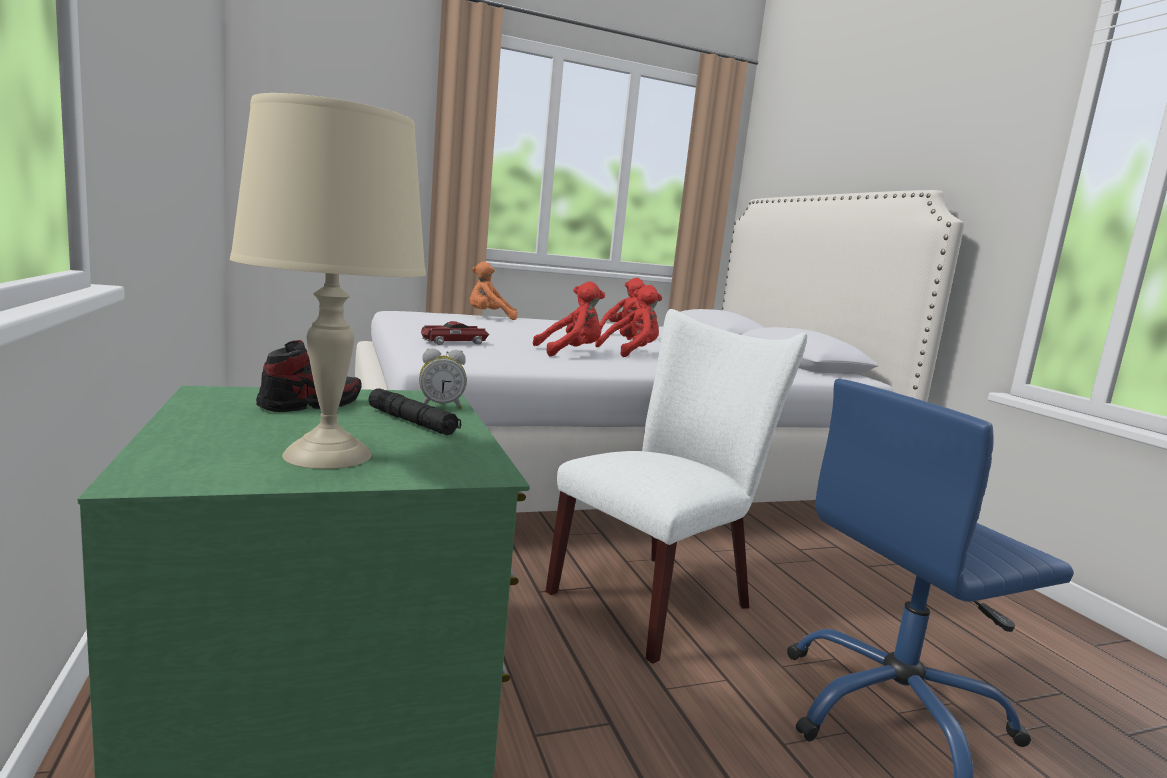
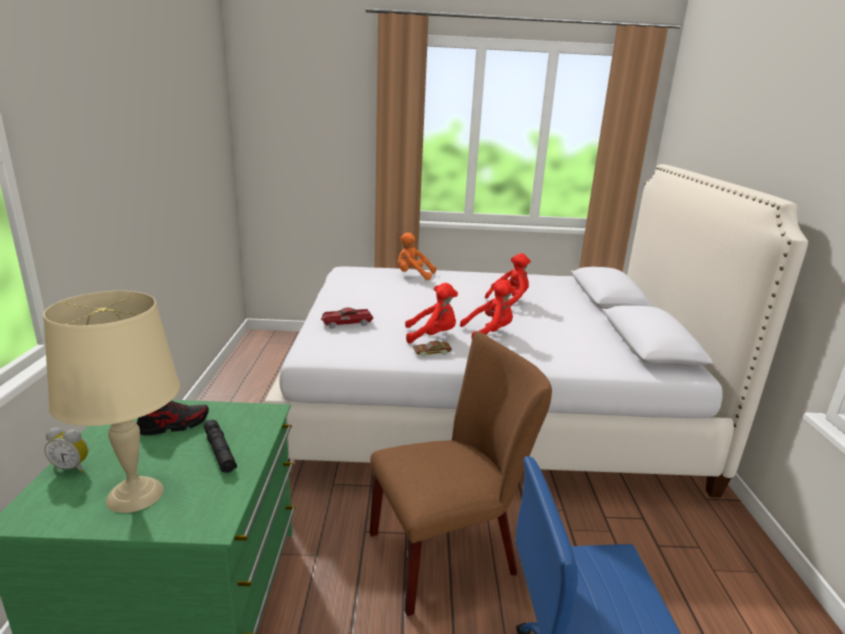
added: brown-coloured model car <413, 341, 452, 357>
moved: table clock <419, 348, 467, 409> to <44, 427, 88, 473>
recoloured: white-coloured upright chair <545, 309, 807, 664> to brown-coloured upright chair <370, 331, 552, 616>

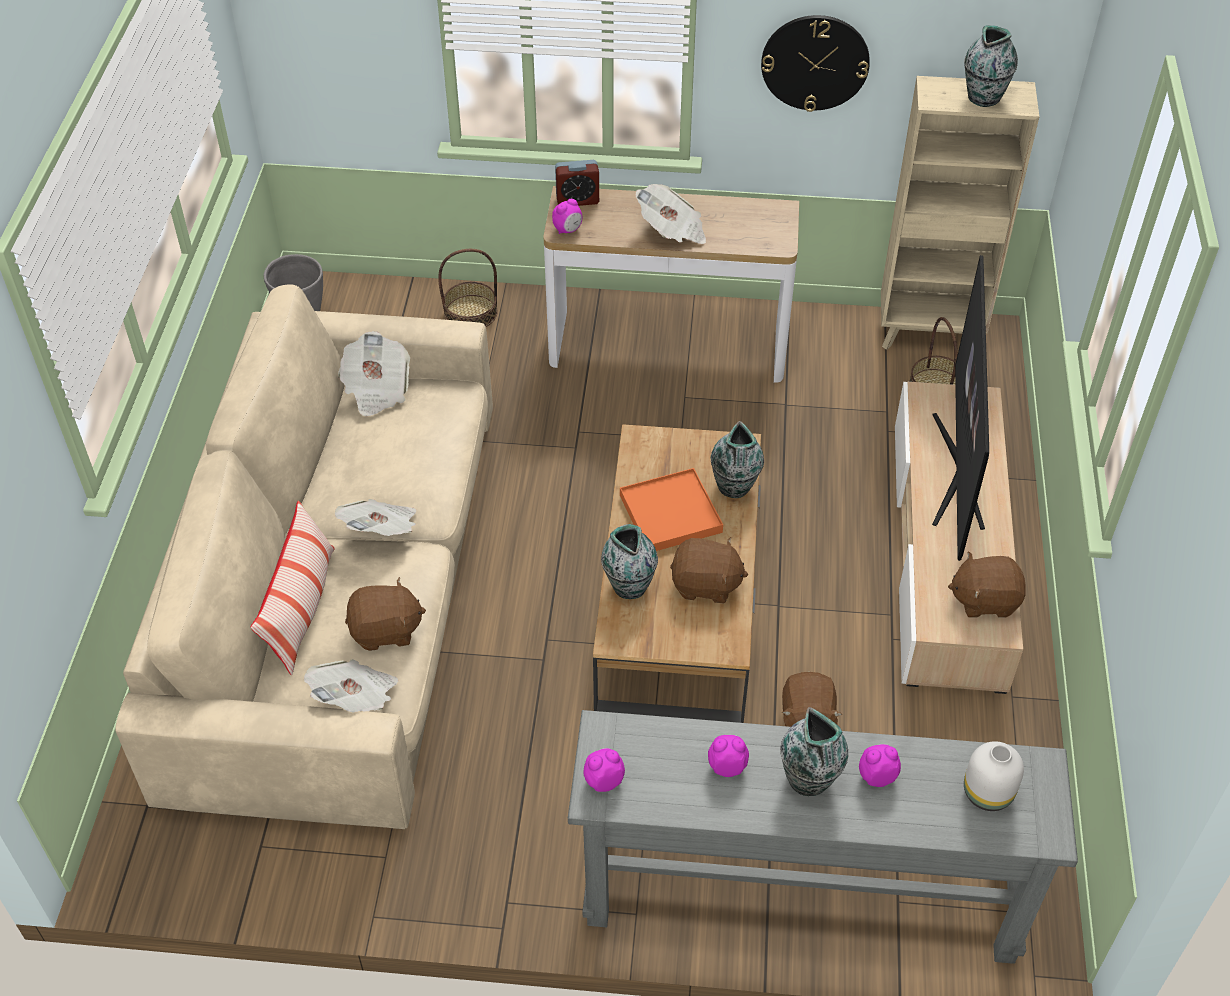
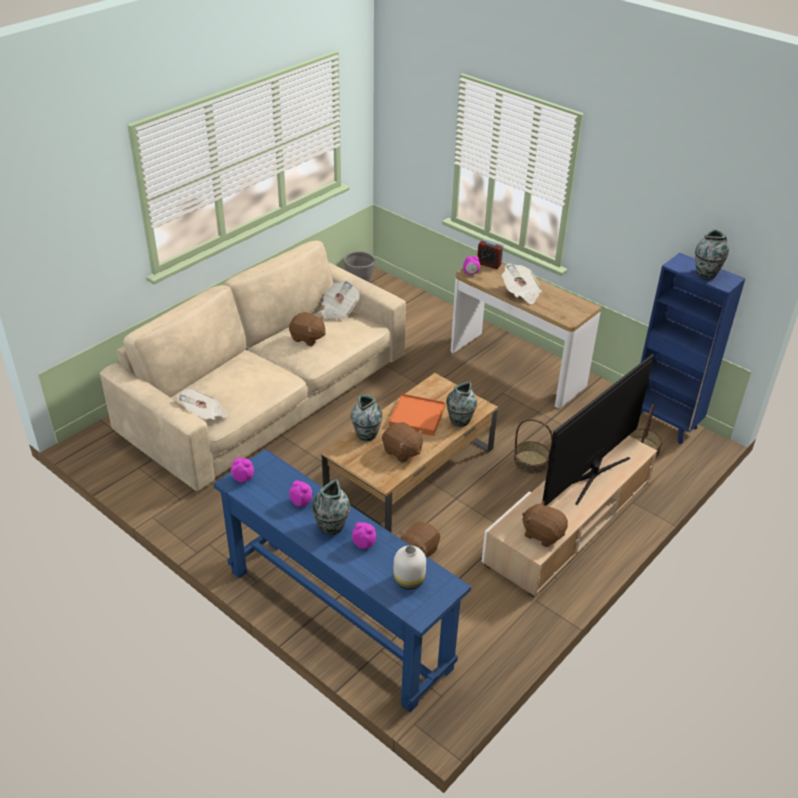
removed: cushion <251, 501, 335, 675>; daily paper <335, 499, 417, 536>; clock on the wall <761, 15, 870, 112>
moved: brown-coloured plush toy <345, 577, 426, 651> to <289, 312, 326, 346>; storage basket <438, 249, 498, 327> to <513, 419, 553, 474>
recoloured: gray hall table <568, 710, 1078, 964> to blue hall table <214, 449, 471, 712>; sand-coloured bookshelf <881, 76, 1039, 350> to blue bookshelf <640, 253, 746, 444>

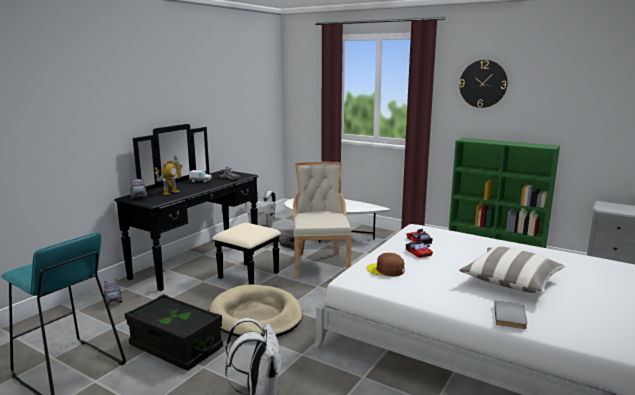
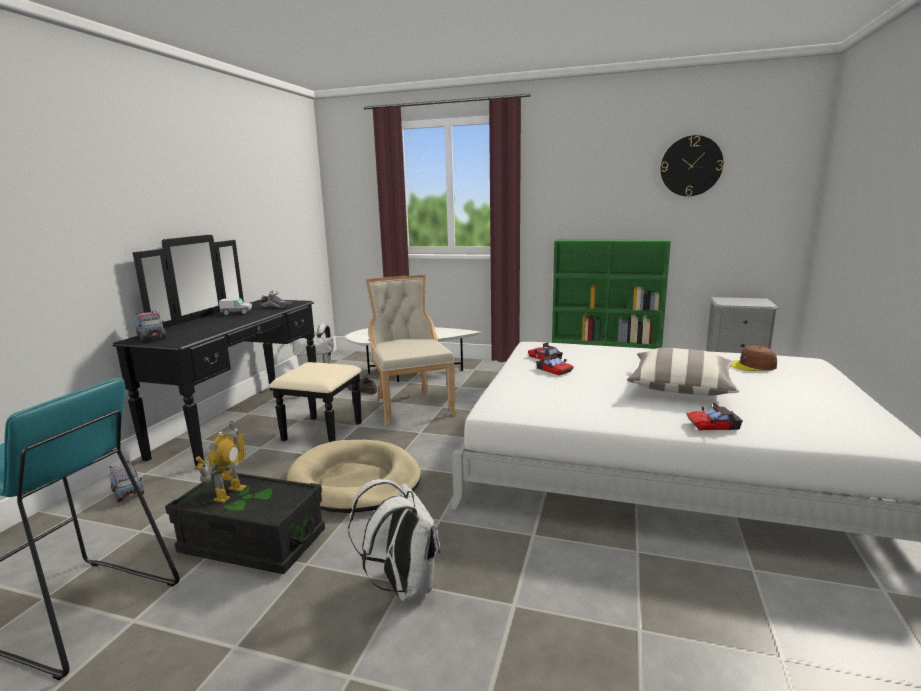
moved: toy robot <154, 156, 183, 195> to <196, 421, 247, 503>; clock on the wall <459, 60, 508, 108> to <660, 135, 723, 196>; brown-coloured peaked cap <367, 253, 405, 276> to <732, 346, 777, 371>
replaced: gray bound book <494, 301, 527, 329> to model car <686, 402, 743, 430>

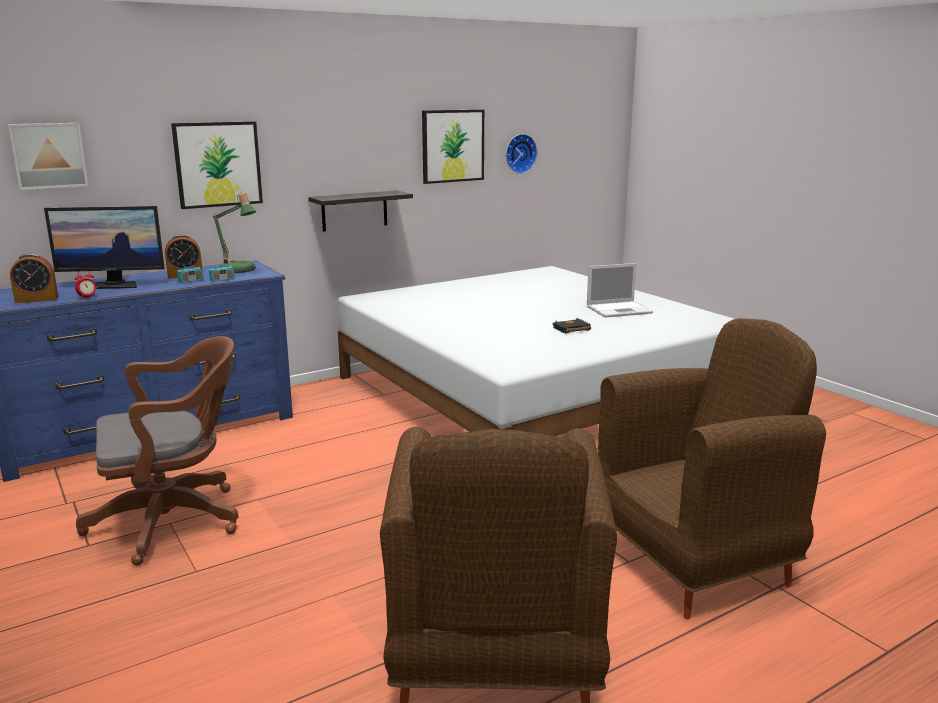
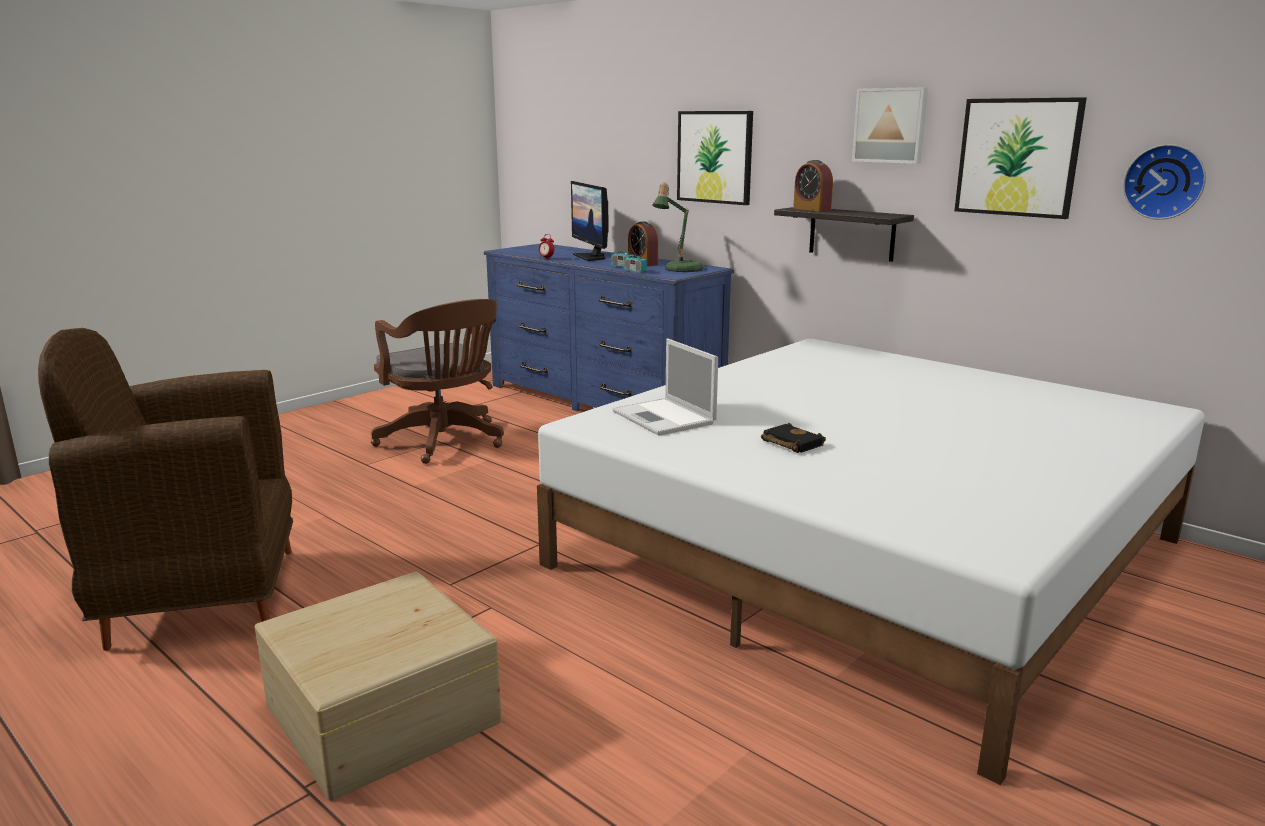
moved: portable computer <587, 263, 653, 318> to <613, 338, 718, 436>; table clock <10, 253, 58, 303> to <793, 160, 833, 212>; picture <8, 123, 89, 190> to <852, 87, 928, 164>
replaced: brown-coloured lounge chair <598, 318, 826, 619> to sand-coloured storage bin <255, 572, 502, 801>

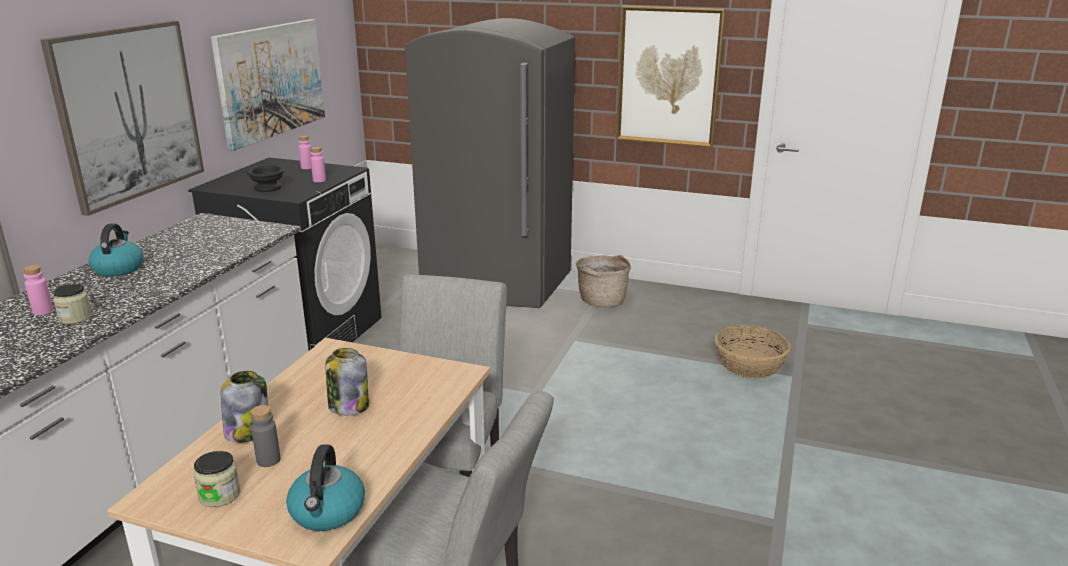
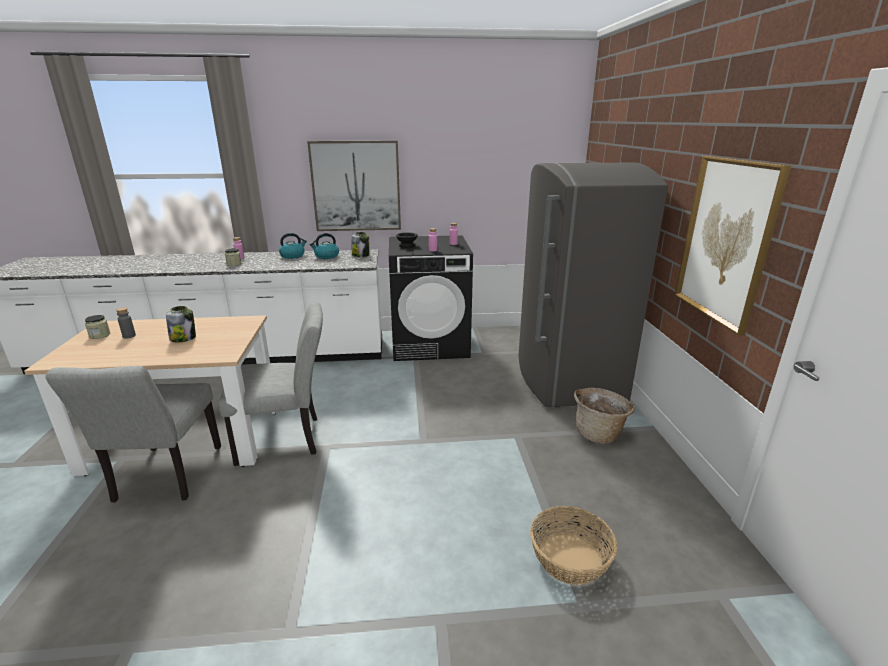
removed: picture <211, 19, 325, 151>
moved: tea kettle <286, 445, 365, 531> to <310, 233, 339, 259>; storage jar <221, 371, 268, 443> to <352, 232, 369, 257>

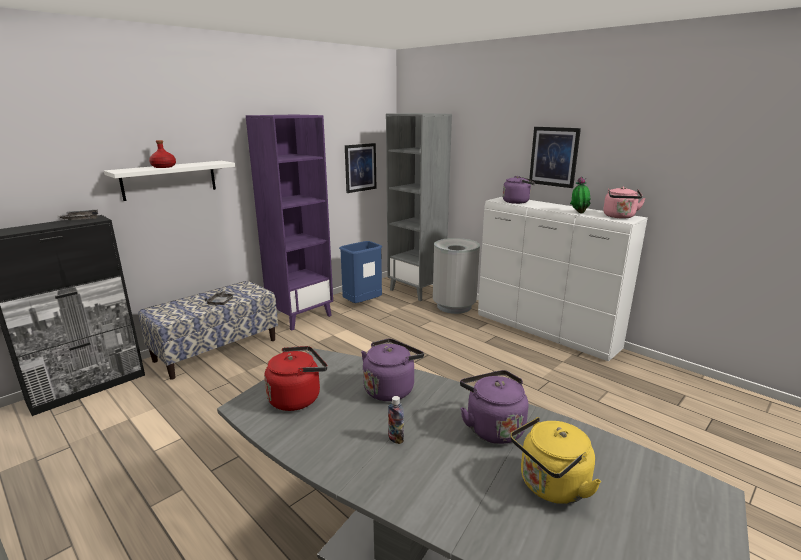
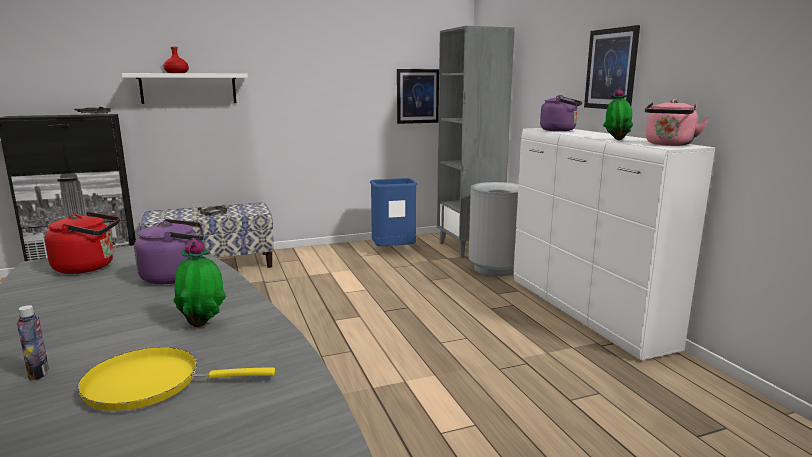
removed: purplish bookshelf <246, 114, 333, 331>
moved: bottle <388, 396, 404, 444> to <17, 305, 49, 381>
replaced: yellowish tea kettle <510, 417, 601, 504> to yellowish skillet <77, 347, 275, 411>; purplish tea kettle <460, 370, 528, 444> to plant in a pot <173, 238, 226, 327>

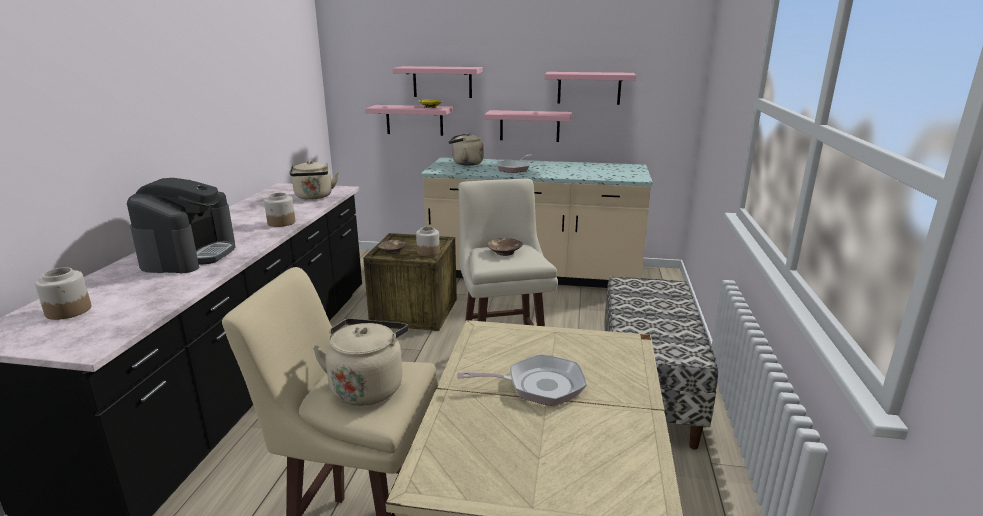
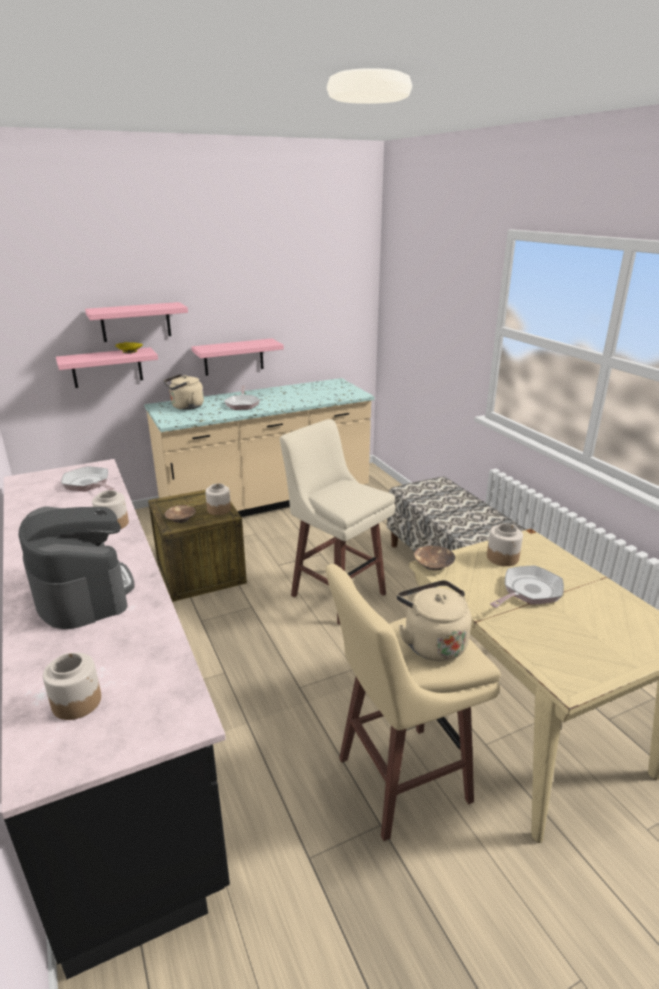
removed: pink-coloured bracket shelf <545, 72, 636, 105>
added: storage jar <487, 523, 523, 566>
moved: brown-coloured deep dish <487, 238, 523, 256> to <414, 545, 455, 571>
replaced: sand-coloured tea kettle <290, 161, 339, 200> to skillet <61, 466, 114, 491>

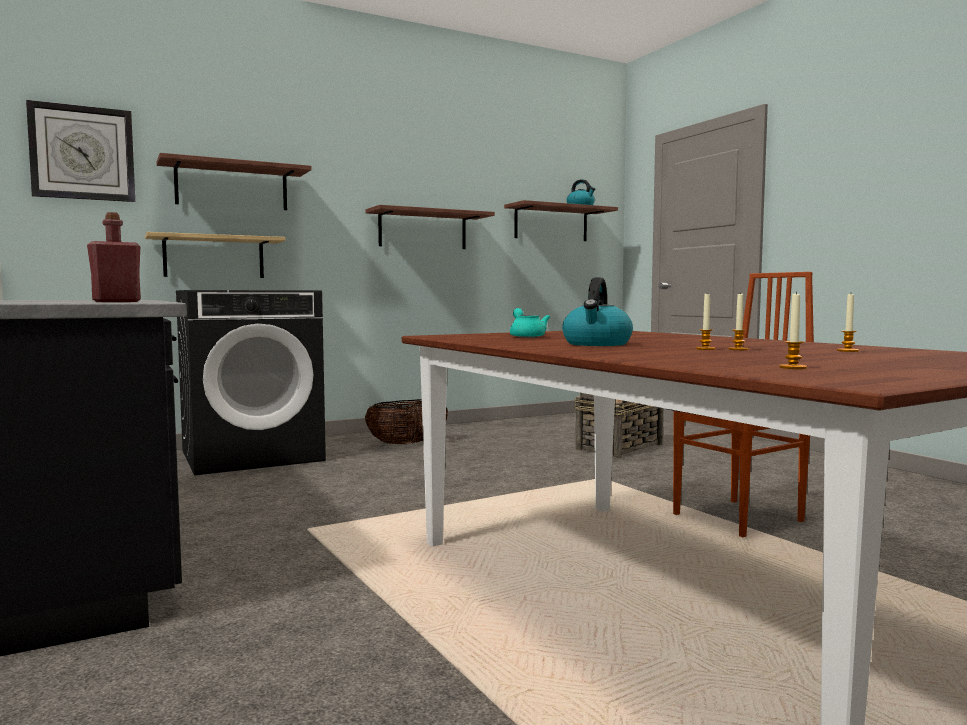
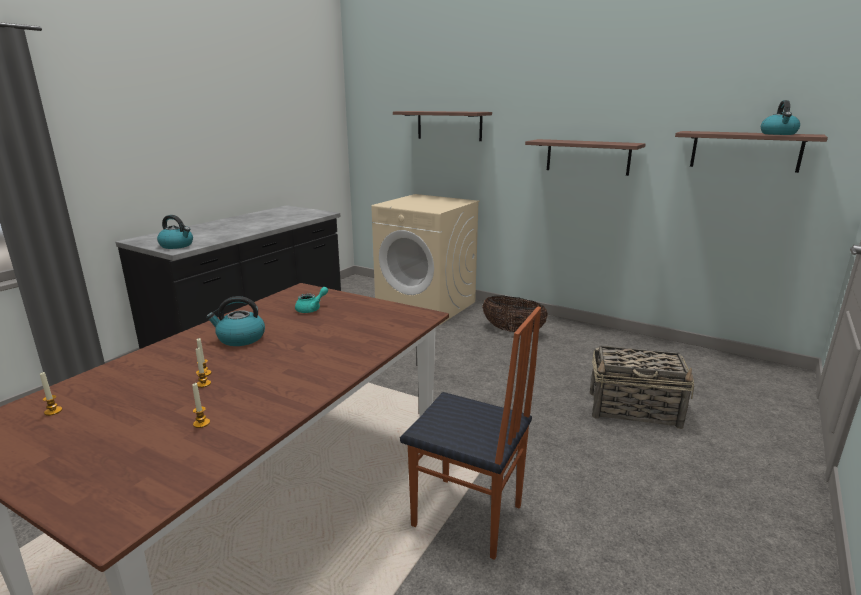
removed: clock on the wall <26, 100, 135, 202>; bracket shelf <145, 232, 286, 278>
replaced: red bottle <87, 212, 141, 302> to tea kettle <157, 215, 193, 249>
recoloured: black washing machine <176, 290, 326, 475> to sand-coloured washing machine <371, 194, 480, 325>

